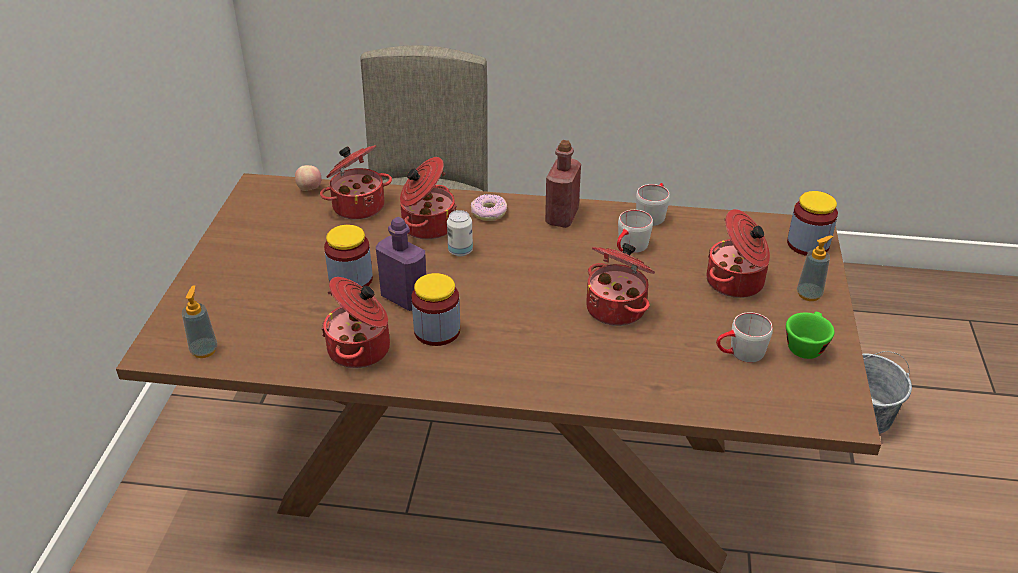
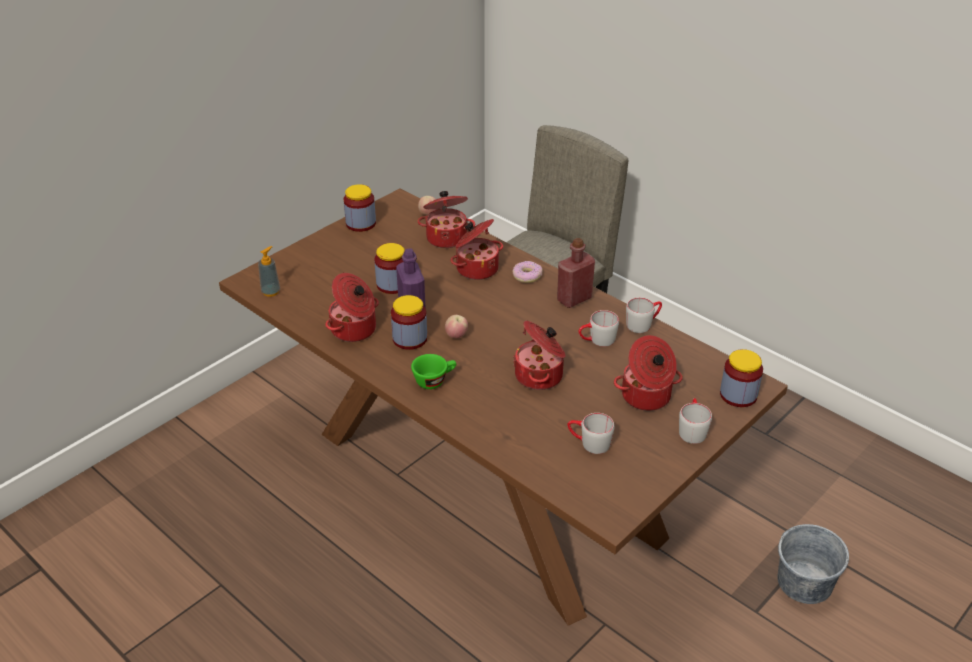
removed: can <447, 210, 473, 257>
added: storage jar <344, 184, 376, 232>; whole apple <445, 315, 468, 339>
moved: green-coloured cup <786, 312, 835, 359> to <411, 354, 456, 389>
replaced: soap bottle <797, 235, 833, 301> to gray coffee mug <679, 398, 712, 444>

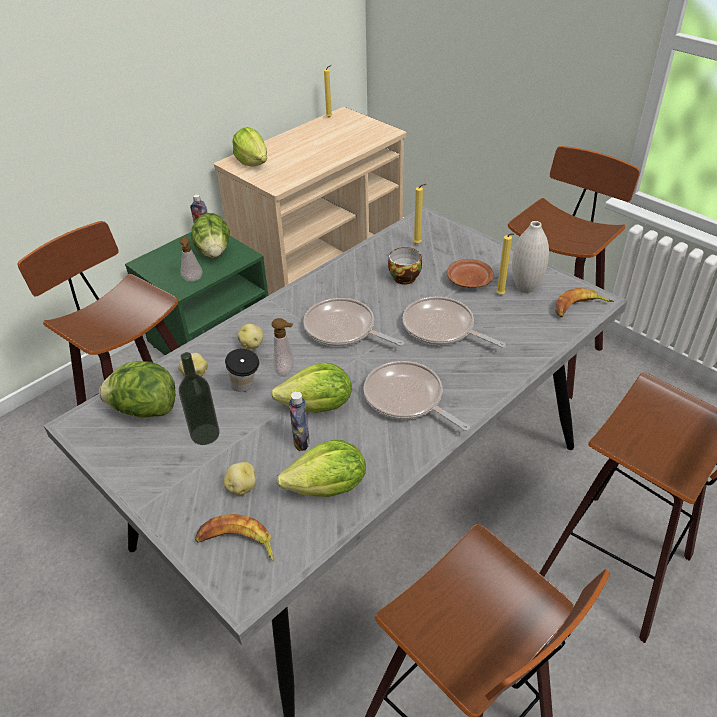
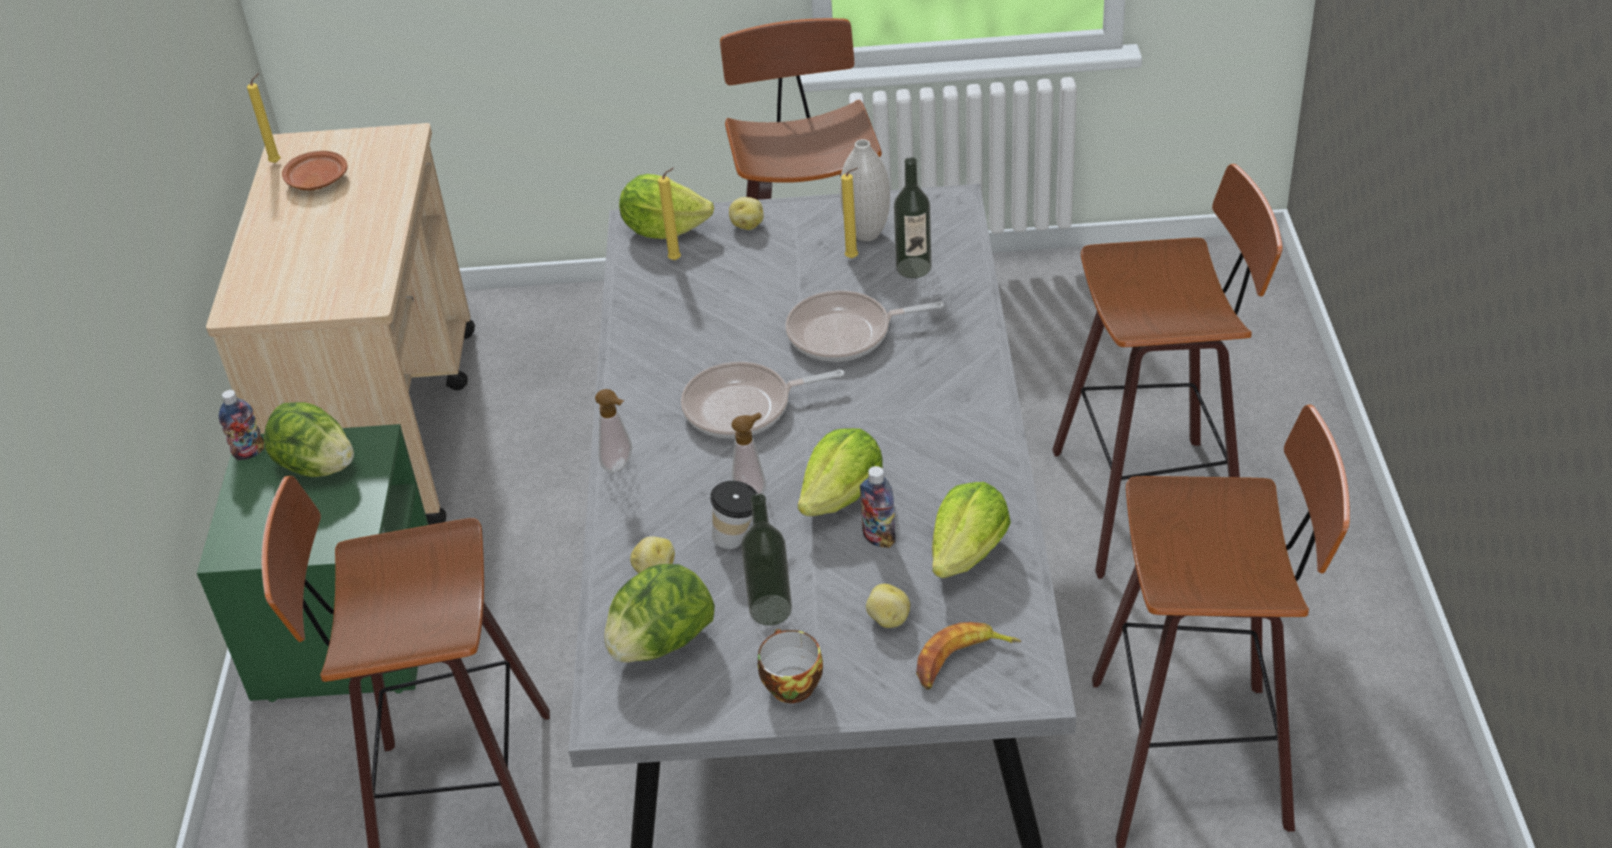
removed: skillet <364, 361, 470, 431>; whole banana <555, 288, 614, 317>
added: bottle <894, 157, 931, 278>
moved: brown-coloured plate <447, 259, 494, 288> to <282, 151, 347, 190>; soap bottle <179, 237, 203, 282> to <595, 389, 632, 473>; head of lettuce <232, 127, 267, 167> to <619, 174, 714, 239>; potato <237, 324, 263, 349> to <729, 197, 764, 230>; cup <388, 247, 422, 285> to <758, 629, 823, 703>

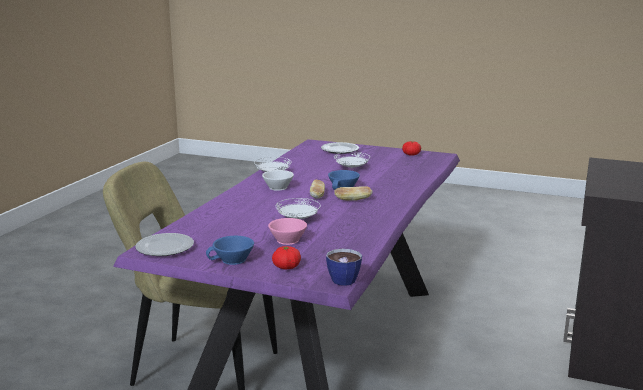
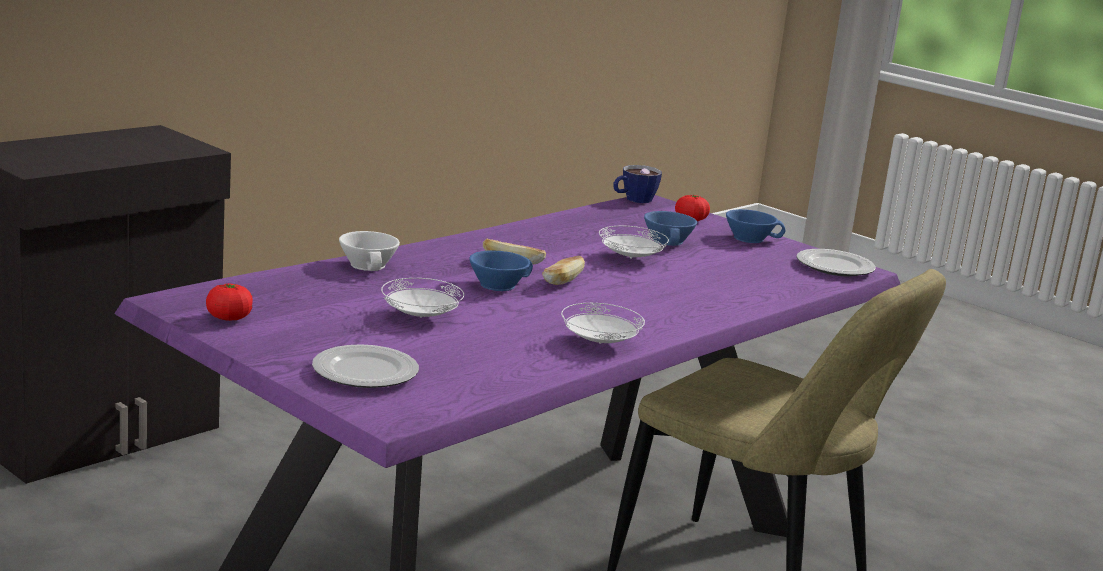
moved: white-coloured cup <262, 170, 294, 191> to <339, 231, 400, 271>
recoloured: pink-coloured cup <268, 218, 307, 245> to blue cup <644, 211, 697, 246>

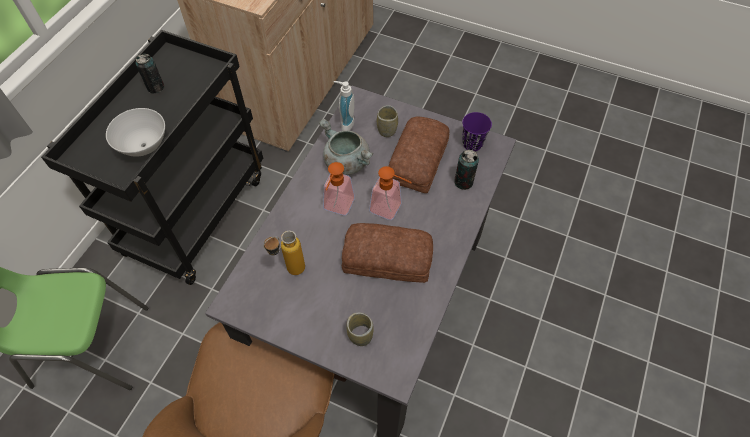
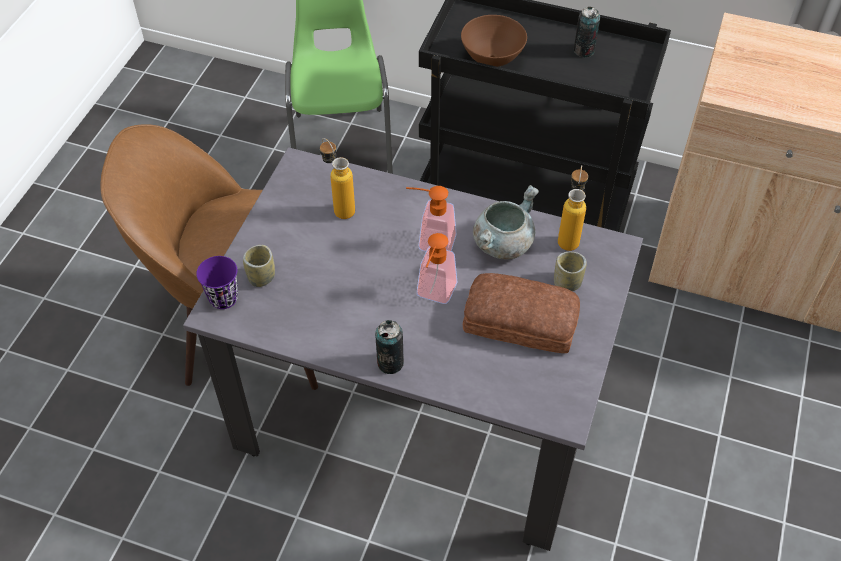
removed: baked bread <342, 223, 433, 283>
moved: purplish cup <462, 112, 492, 151> to <196, 256, 238, 309>; can <454, 149, 479, 190> to <375, 320, 404, 374>
replaced: soap bottle <333, 81, 354, 131> to bottle <558, 165, 588, 251>
recoloured: white-coloured deep dish <106, 108, 165, 157> to brown-coloured deep dish <461, 15, 527, 67>

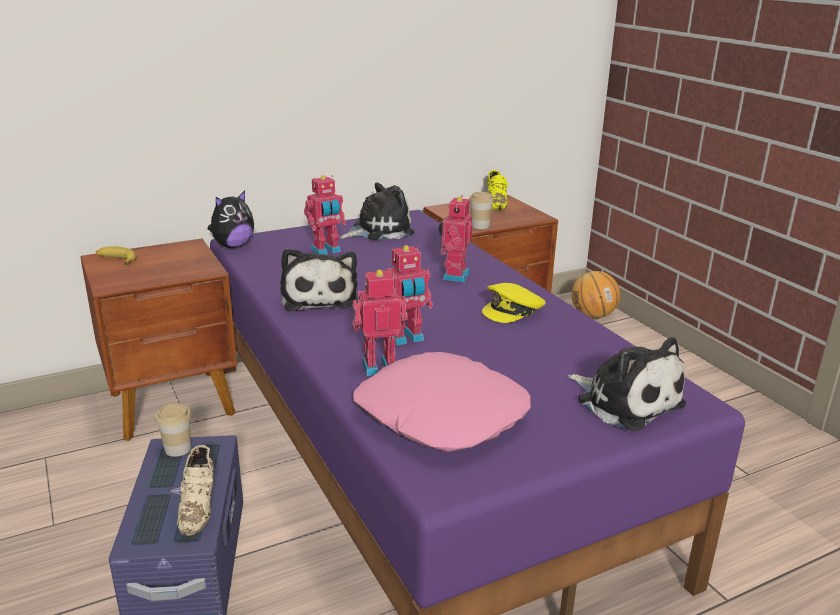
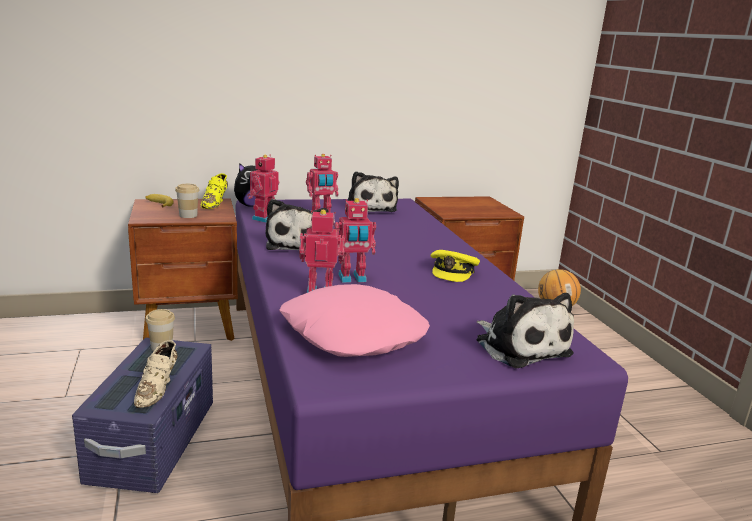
moved: cup <469, 192, 494, 229> to <175, 184, 199, 218>; yellowish shoe <487, 170, 508, 210> to <201, 173, 228, 209>; toy robot <438, 195, 472, 282> to <247, 155, 279, 223>
turned: plush toy <340, 182, 414, 240> = <348, 171, 399, 212> 90 degrees clockwise; yellowish peaked cap <482, 283, 546, 323> = <431, 250, 480, 282> 45 degrees counterclockwise

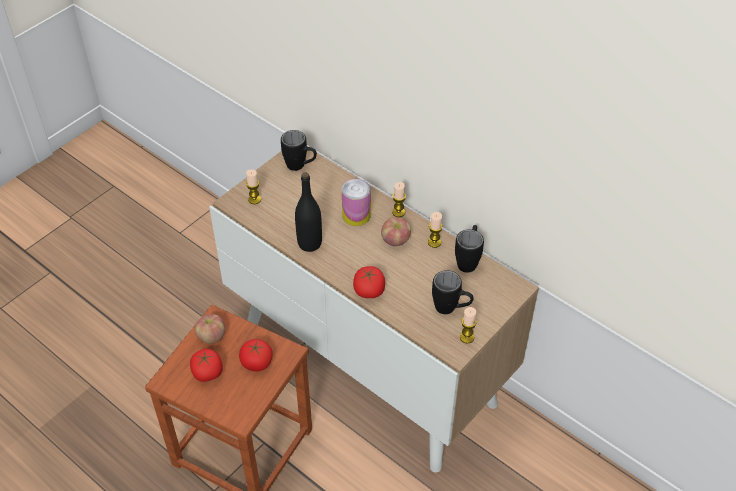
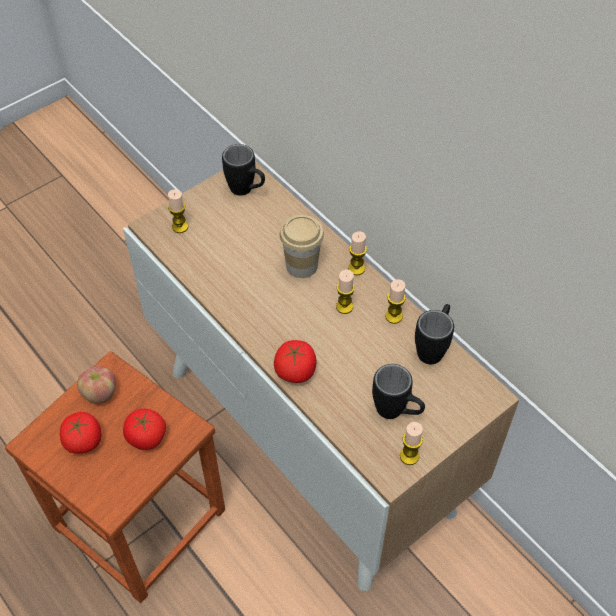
removed: black bottle <295, 172, 322, 252>
replaced: can <342, 179, 371, 226> to cup <280, 215, 324, 278>; whole apple <381, 217, 411, 246> to candle <336, 270, 355, 314>

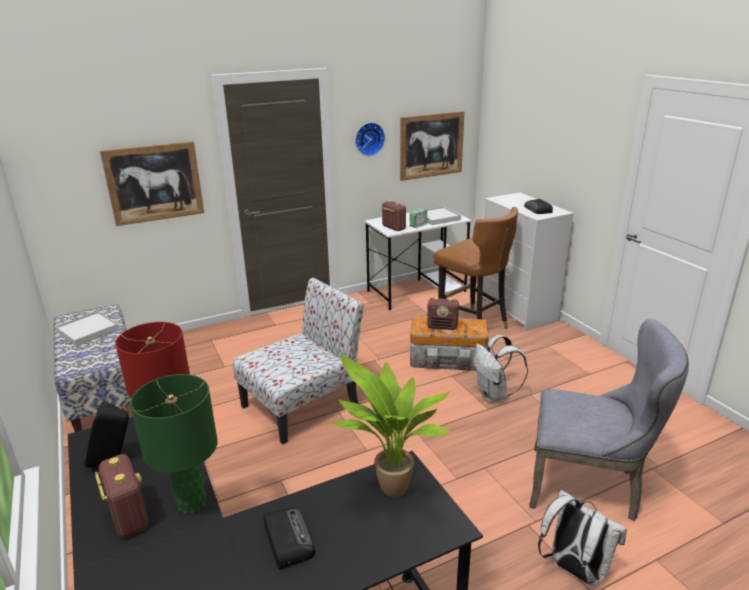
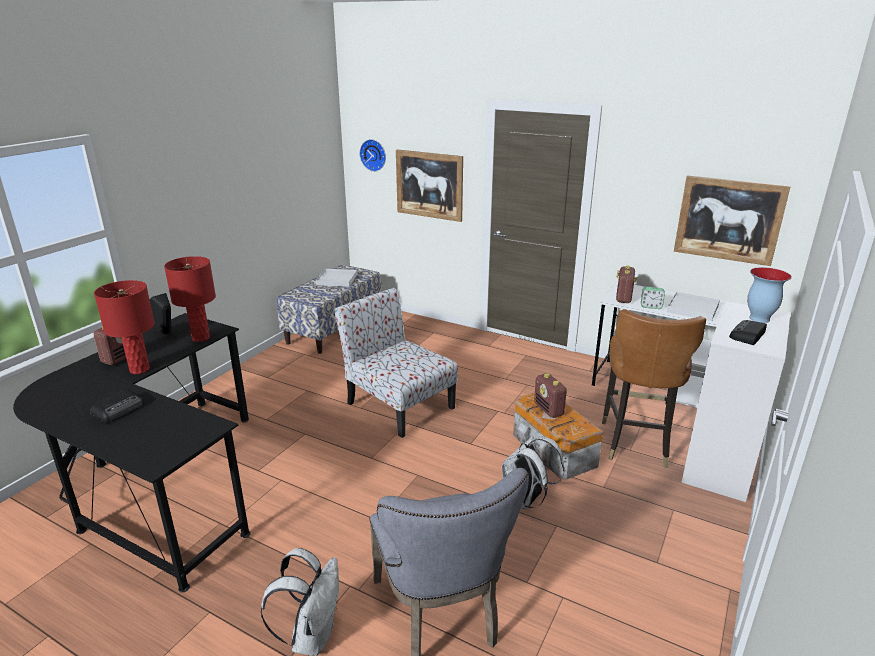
removed: plant in a pot <332, 354, 451, 498>
added: vase <747, 267, 792, 323>
moved: clock on the wall <355, 122, 385, 156> to <360, 139, 386, 172>
recoloured: green-coloured table lamp <130, 374, 218, 514> to red table lamp <94, 280, 155, 374>
turned: upright chair <232, 278, 364, 445> = <334, 288, 458, 438> 150 degrees counterclockwise

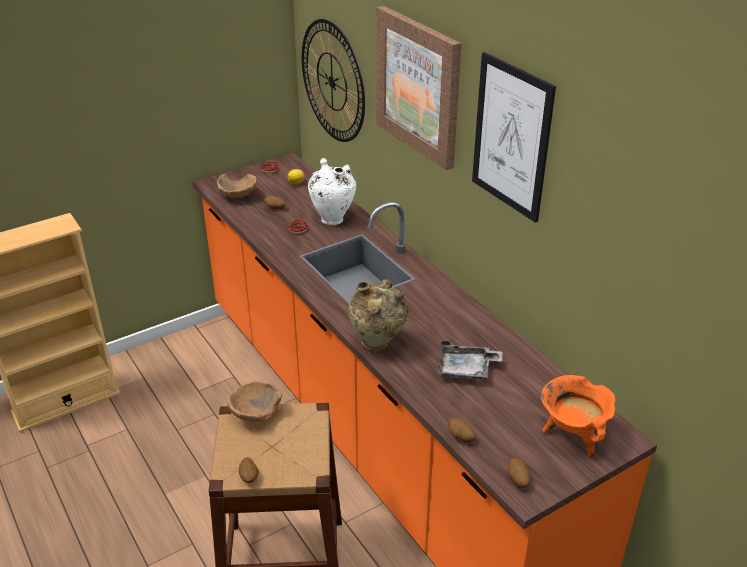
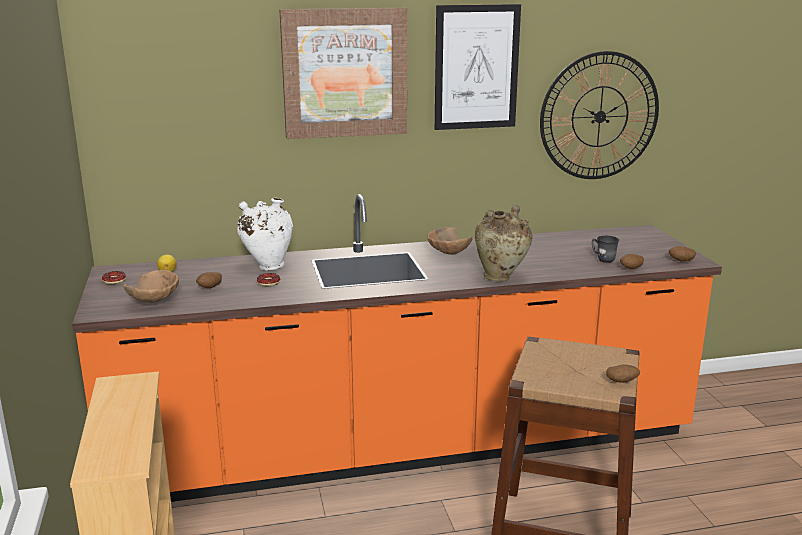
removed: gray carrying tray <437, 340, 503, 380>; orange-coloured stockpot <541, 375, 615, 458>
added: gray coffee mug <592, 236, 619, 263>
moved: brown-coloured deep dish <227, 381, 282, 422> to <427, 227, 472, 255>; clock on the wall <302, 19, 365, 142> to <540, 51, 659, 179>

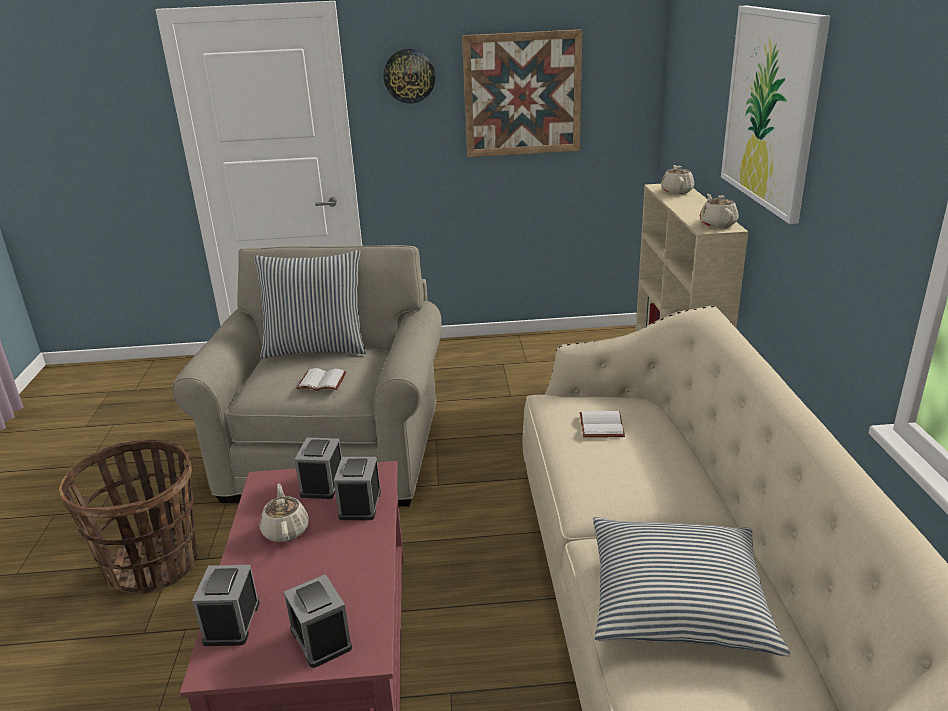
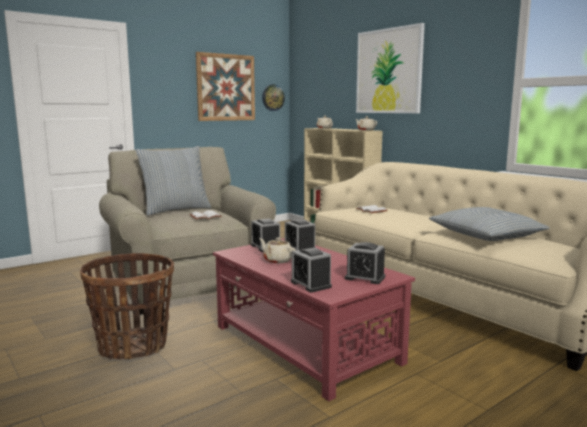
moved: clock on the wall <384, 49, 435, 104> to <262, 84, 285, 111>

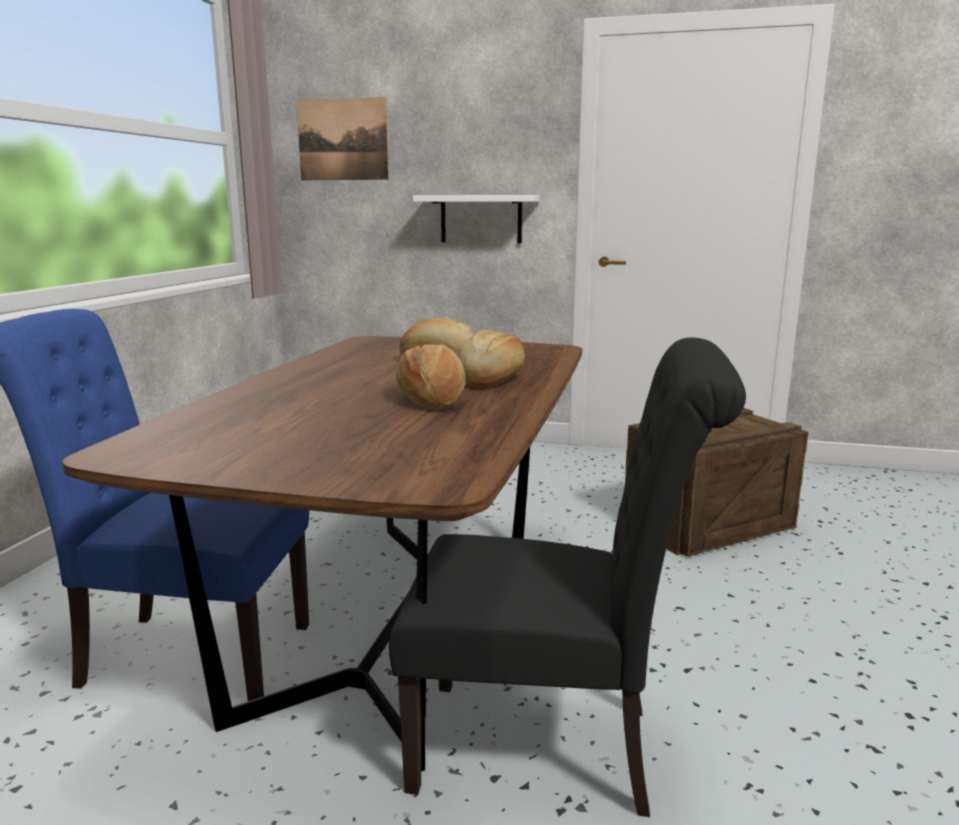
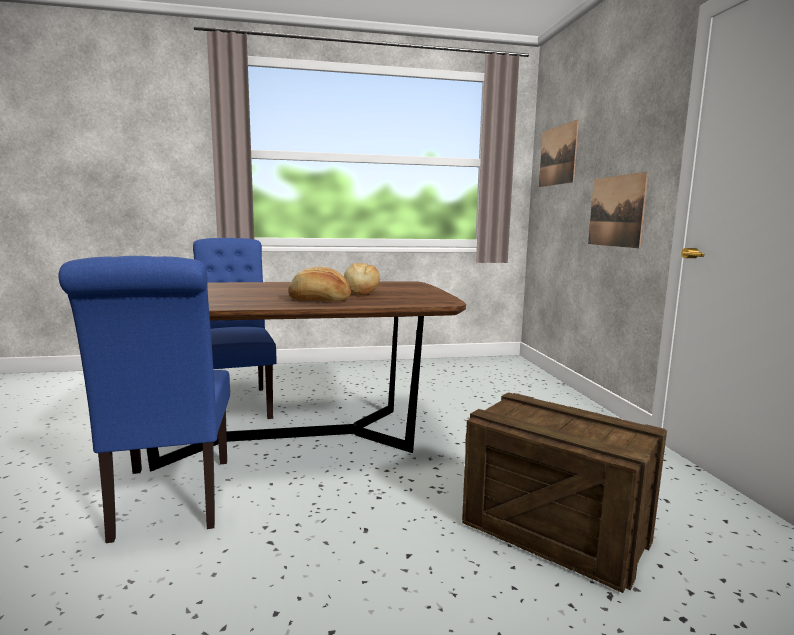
removed: baked bread <396, 344, 465, 409>
replaced: white-coloured bracket shelf <413, 195, 540, 243> to picture <588, 172, 648, 248>
recoloured: black upright chair <389, 337, 746, 817> to blue upright chair <58, 256, 230, 543>

